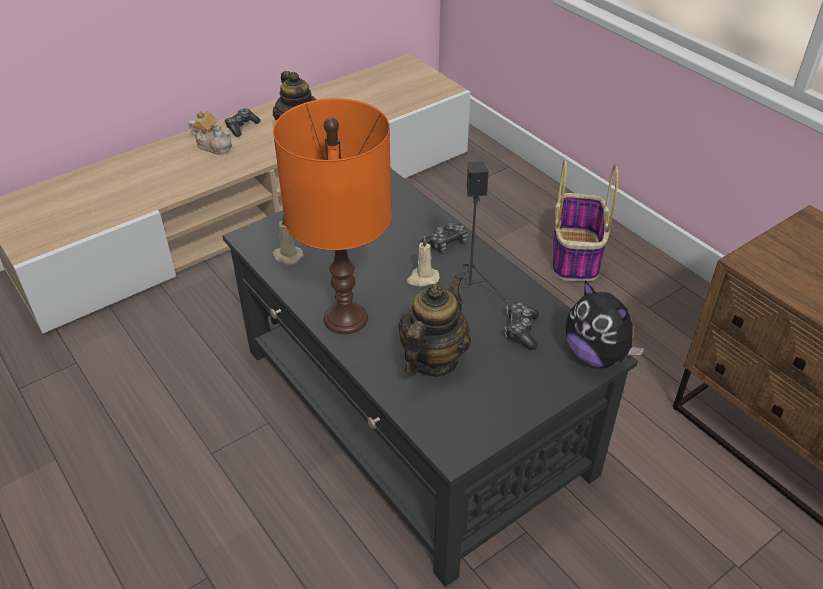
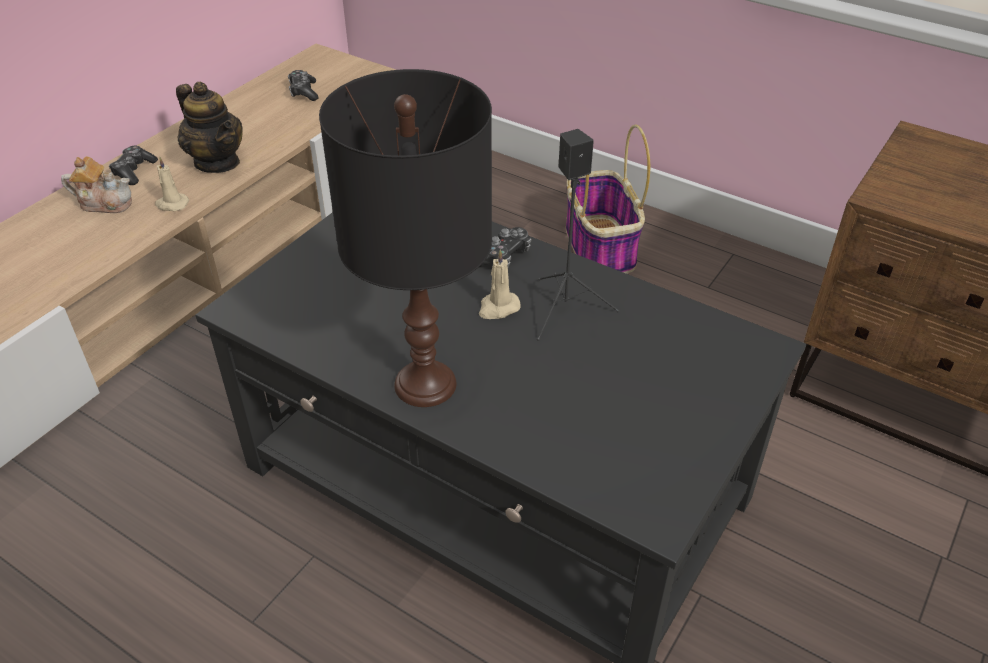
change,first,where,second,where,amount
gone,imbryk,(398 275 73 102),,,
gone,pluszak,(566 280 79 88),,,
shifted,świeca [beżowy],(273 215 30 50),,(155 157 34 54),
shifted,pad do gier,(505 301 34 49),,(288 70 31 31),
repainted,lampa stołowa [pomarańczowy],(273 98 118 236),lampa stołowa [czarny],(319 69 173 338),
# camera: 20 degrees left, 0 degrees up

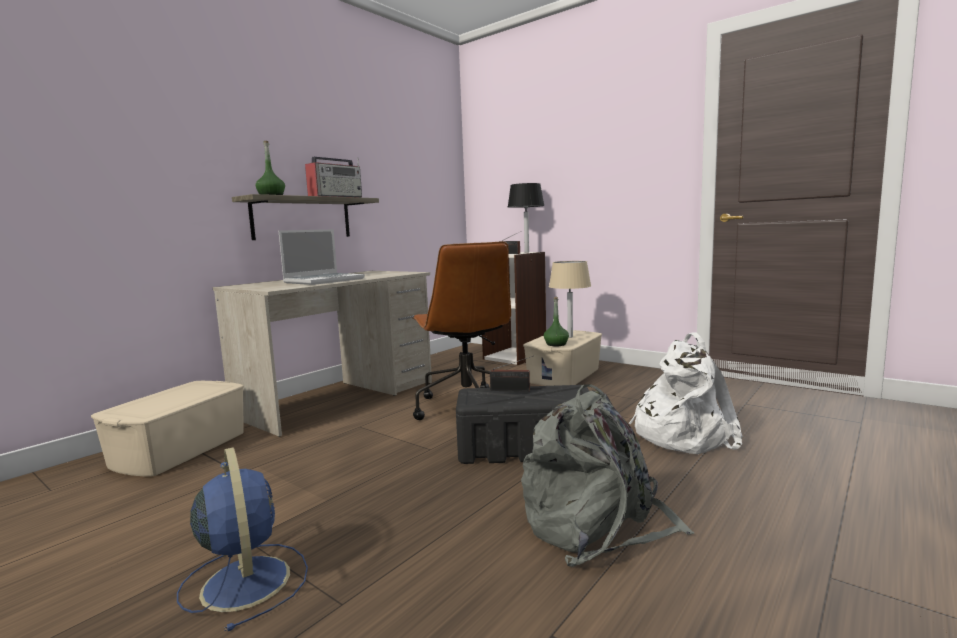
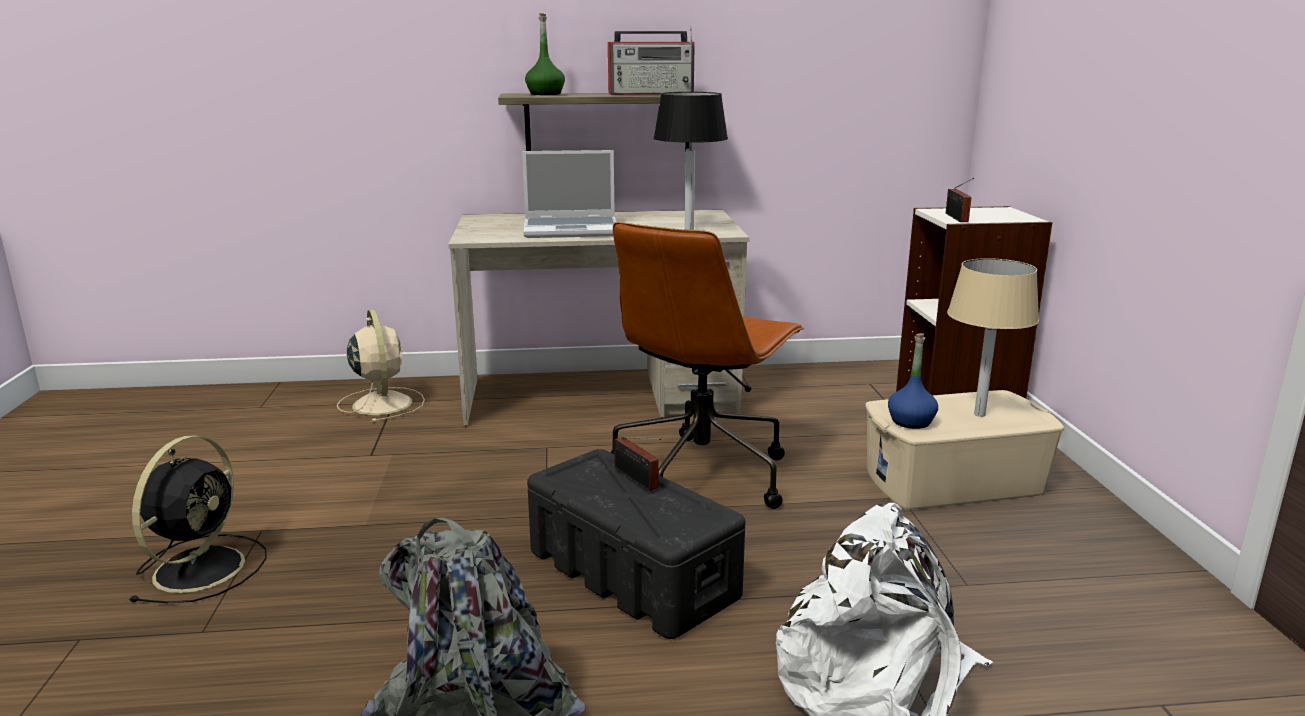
change,first,where,second,where,amount
shifted,lampa stołowa [czarny],(508 183 37 70),,(653 92 75 138),
swapped,pojemnik do przechowywania [beżowy],(91 381 153 96),wentylator [beżowy],(337 309 88 113),
repainted,wentylator [niebieski],(177 447 131 184),wentylator [czarny],(128 436 139 167),
repainted,butelka [zielony],(544 297 25 49),butelka [niebieski],(888 333 50 96),
# camera: 45 degrees right, 10 degrees up

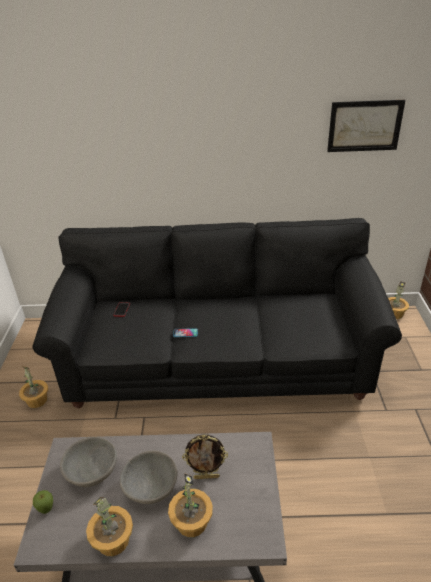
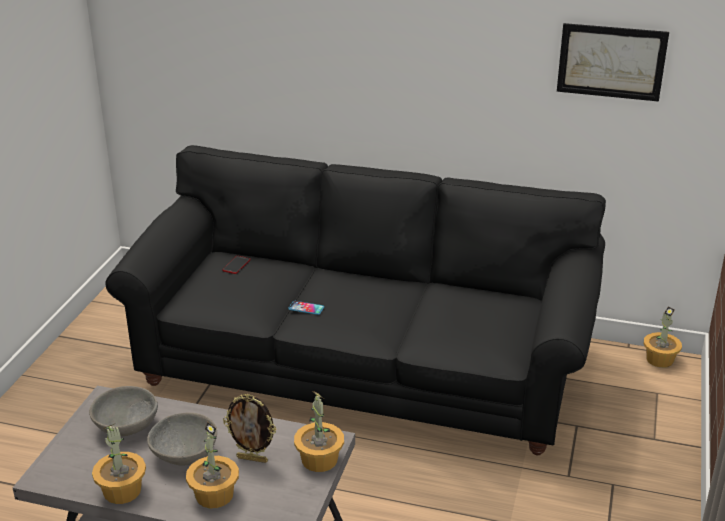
change,first,where,second,where,amount
gone,jabłko,(33 490 20 24),,,
shifted,roślina doniczkowa,(19 367 29 41),,(294 390 50 82),
# camera: 15 degrees right, 5 degrees down

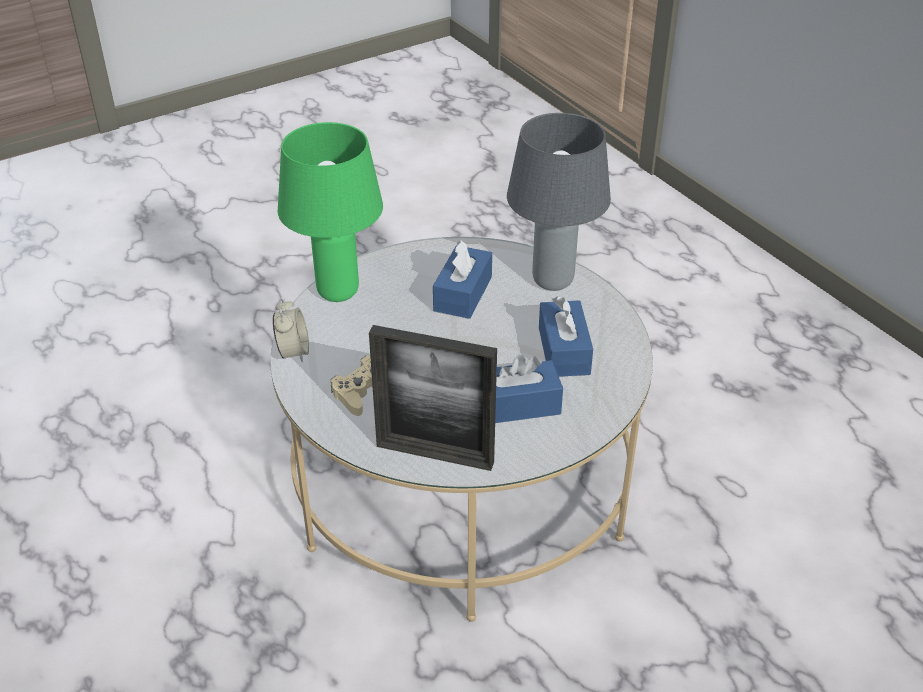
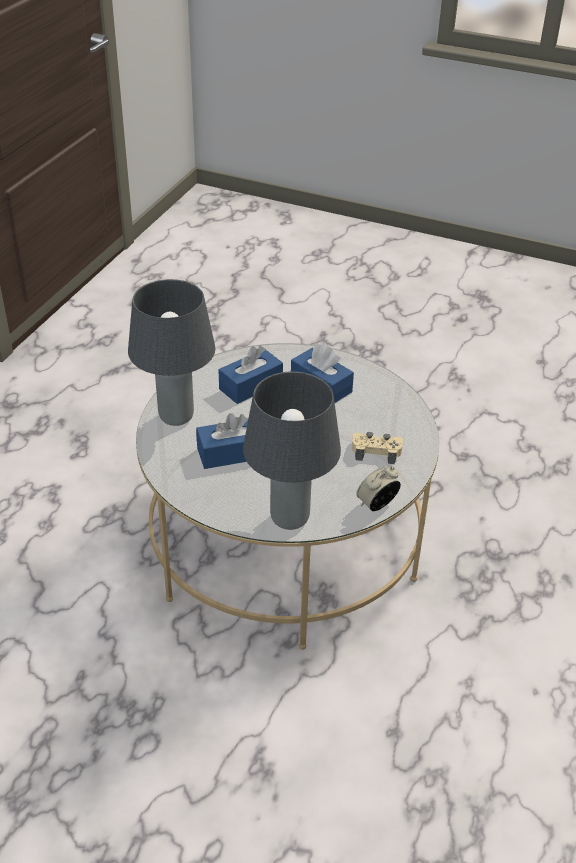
change,first,where,second,where,amount
gone,ramka na zdjęcie,(369 325 128 146),,,
repainted,lampa stołowa [zielony],(278 122 105 180),lampa stołowa [szary],(243 371 98 159),
# camera: 125 degrees left, 0 degrees up

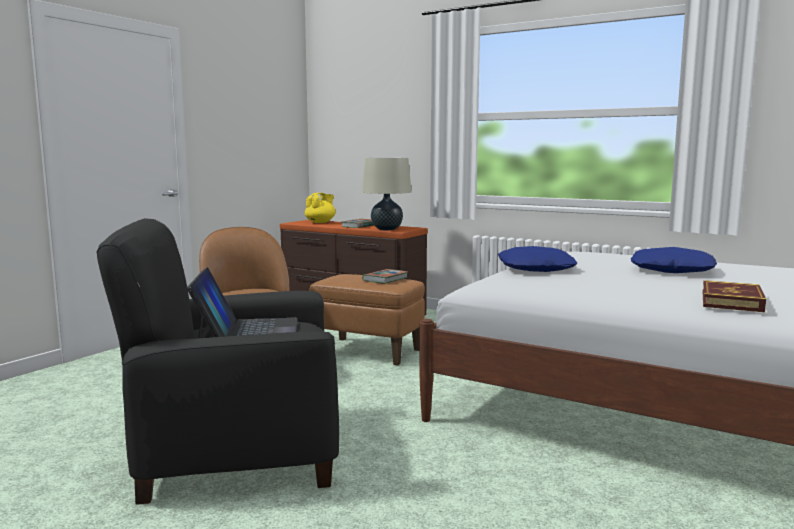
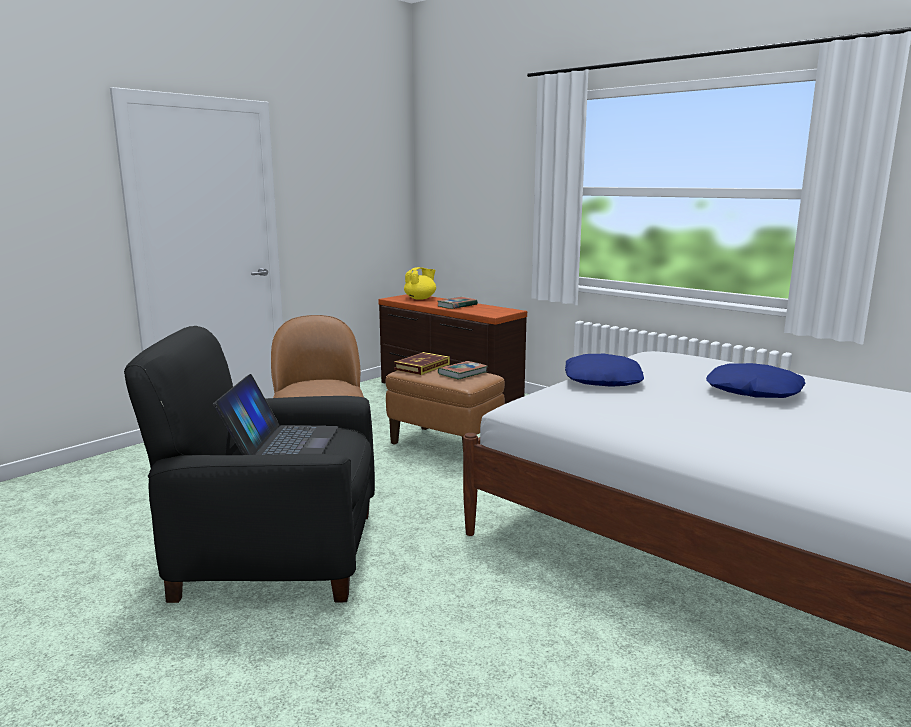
change,first,where,second,where,amount
gone,lampa stołowa [beżowy],(362 158 50 72),,,
shifted,książka,(703 280 63 32),,(394 352 56 23),
# camera: 10 degrees right, 5 degrees up

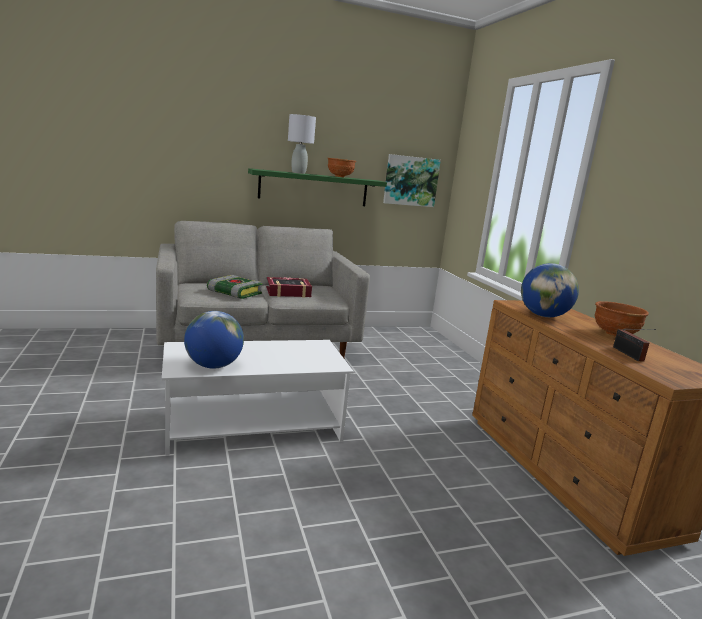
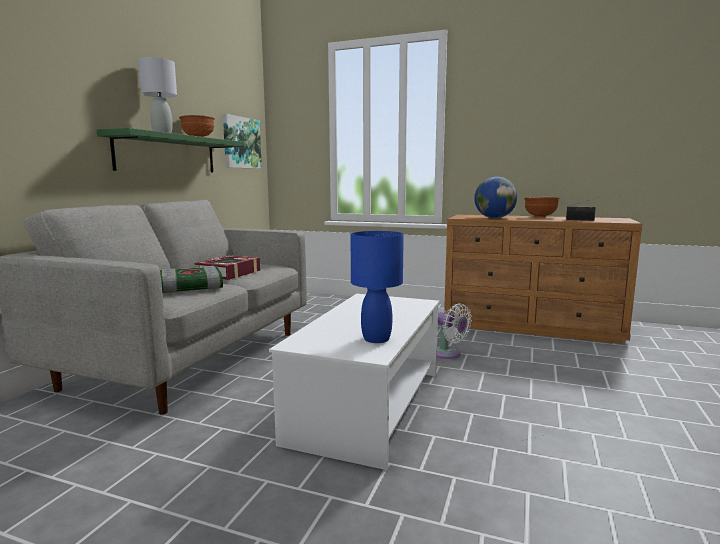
change,first,where,second,where,amount
new,,,wentylator [biały],(437 303 35 56),
swapped,globus,(184 311 60 58),lampa stołowa [niebieski],(350 231 54 112),
# camera: 50 degrees left, 5 degrees down

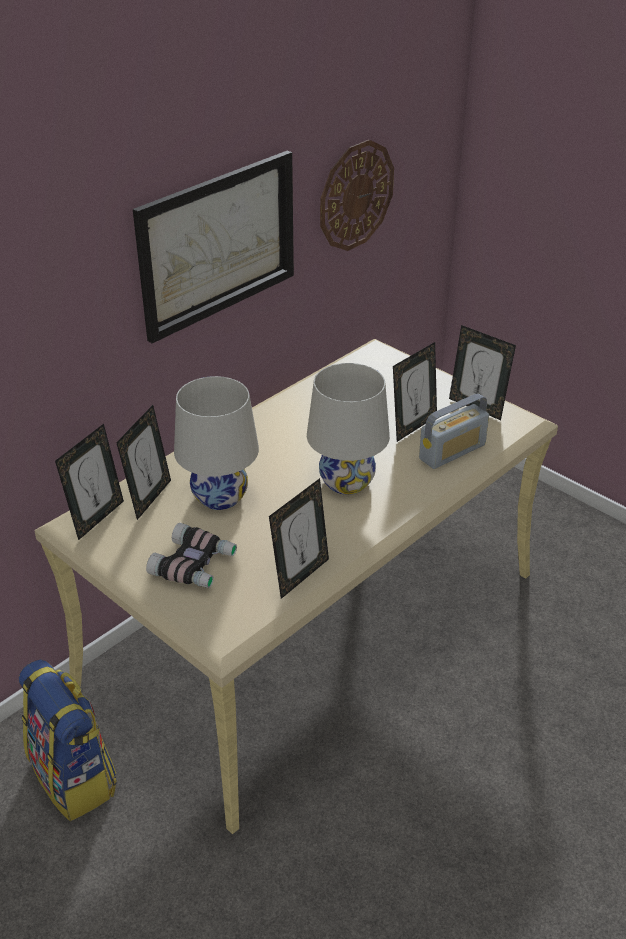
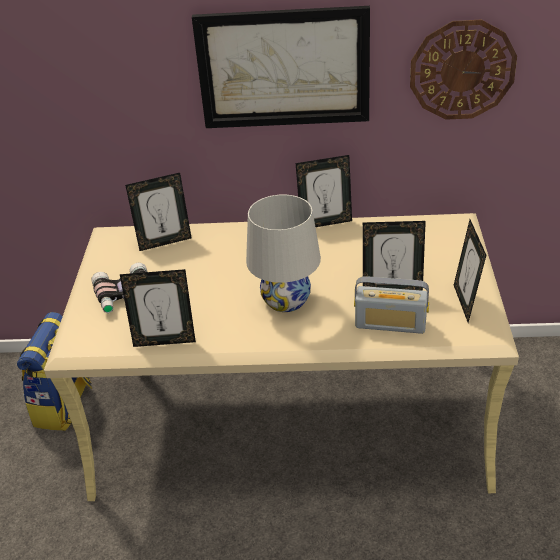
change,first,where,second,where,amount
gone,lampa stołowa [biały],(174 376 85 134),,,
shifted,ramka na zdjęcie,(55 424 69 116),,(296 155 56 72),
# camera: 50 degrees right, 0 degrees up

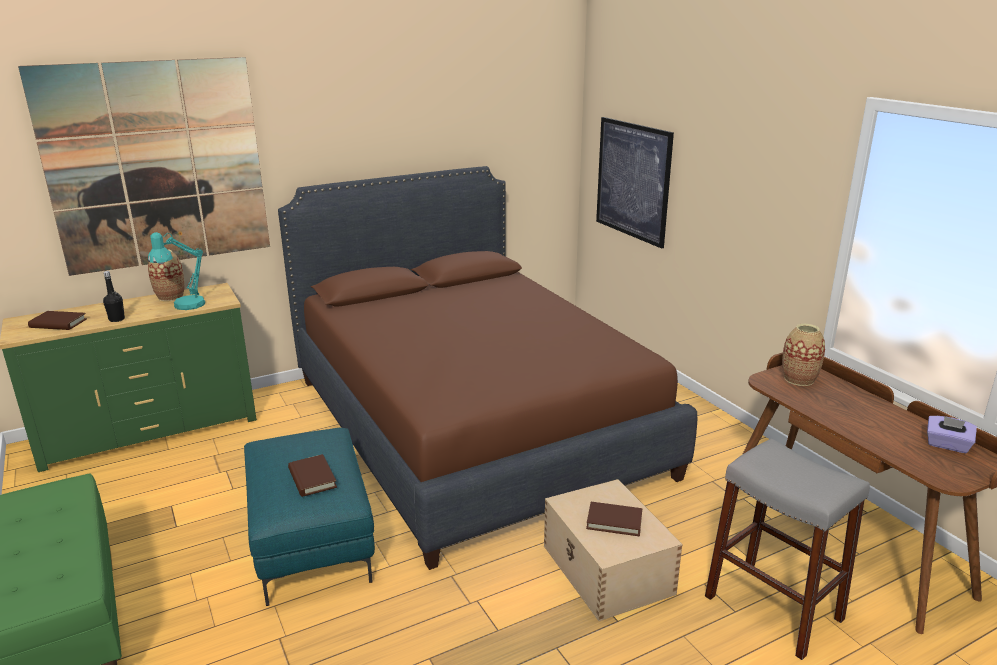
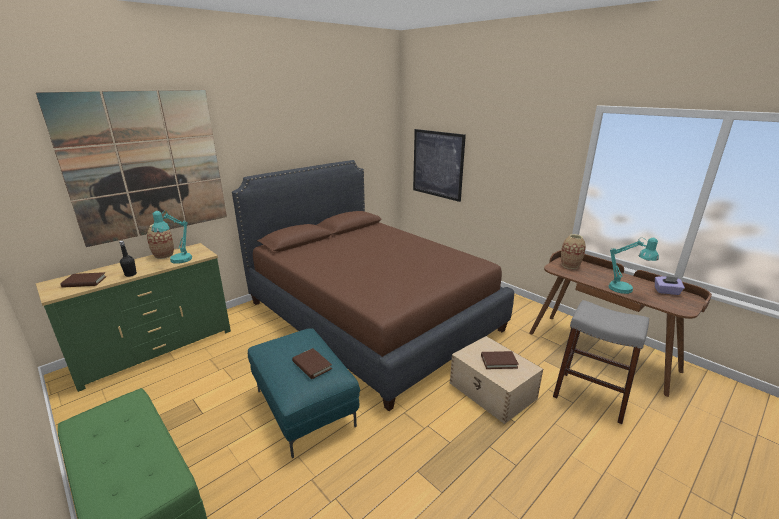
change,first,where,second,where,amount
new,,,lampa stołowa [turkusowy],(609 238 50 56),
# camera: 15 degrees left, 0 degrees up

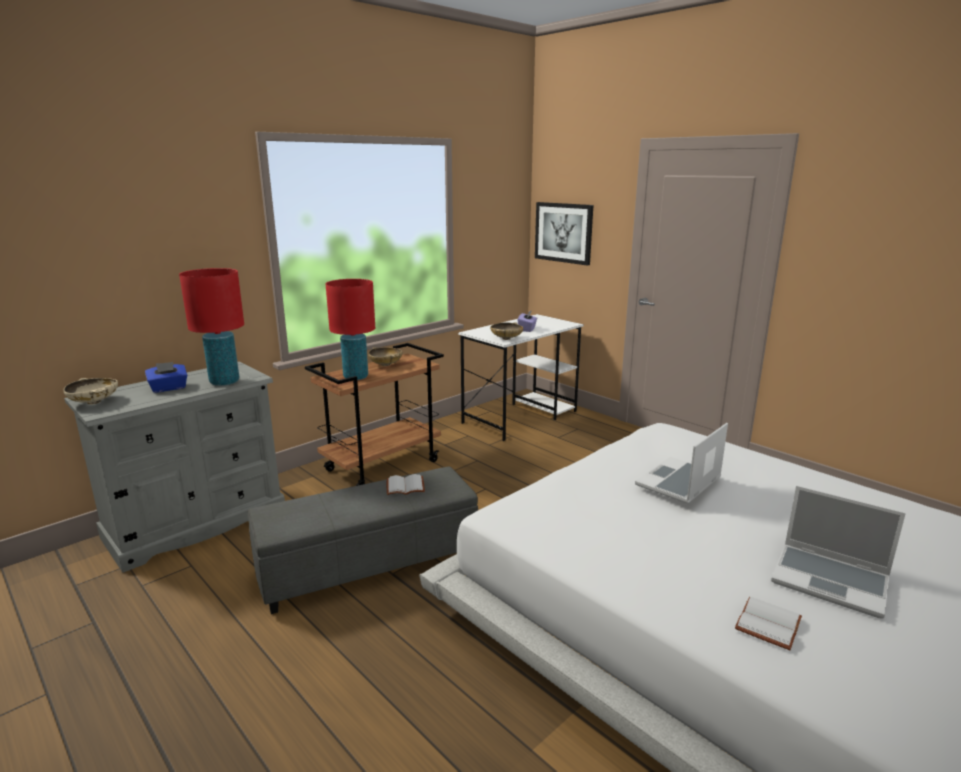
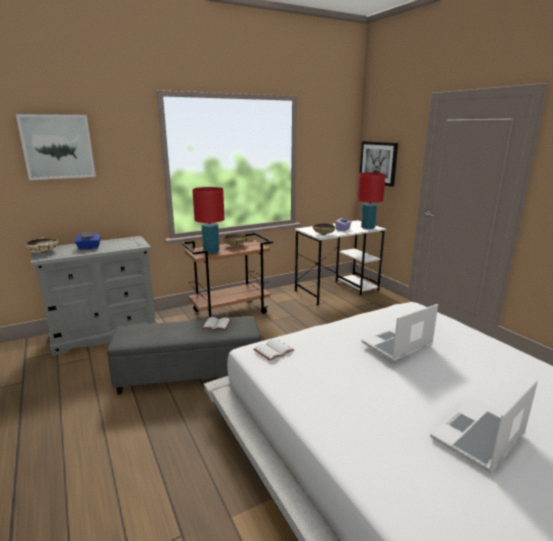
change,first,where,second,where,amount
new,,,obraz,(16 114 80 66),
shifted,lampa stołowa [czerwony],(179 268 65 118),,(357 172 29 57),
shifted,książka [biały],(735 597 67 53),,(253 339 41 22),
rotated,laptop,(771 486 135 132),,(430 380 108 93),90 degrees clockwise
# camera: 15 degrees right, 0 degrees up

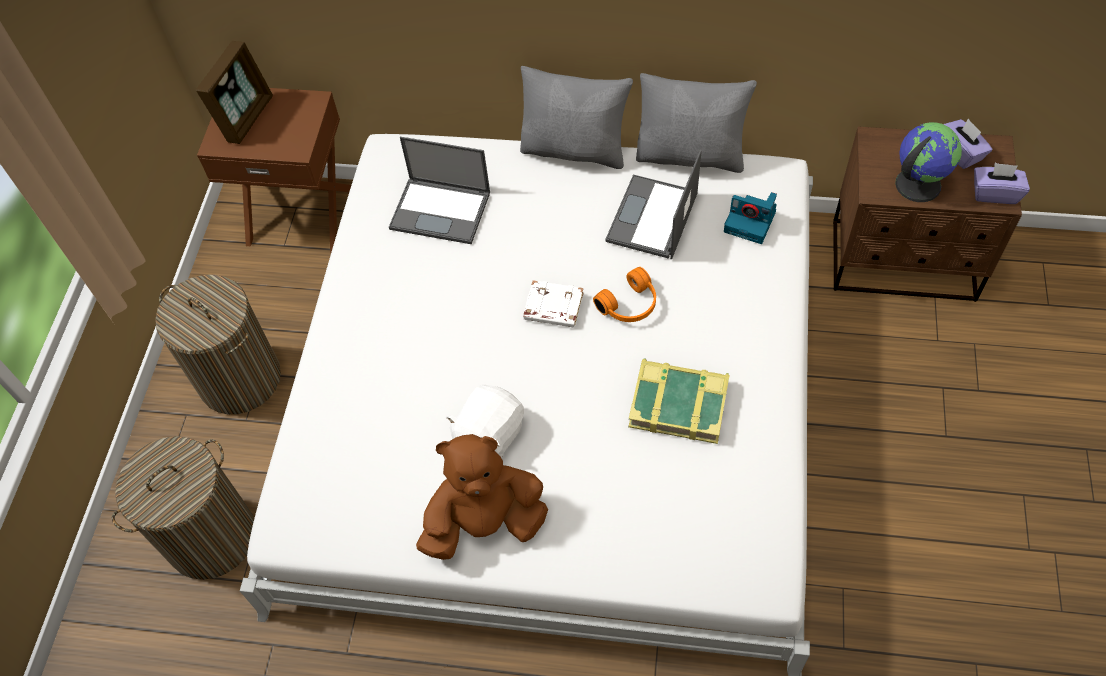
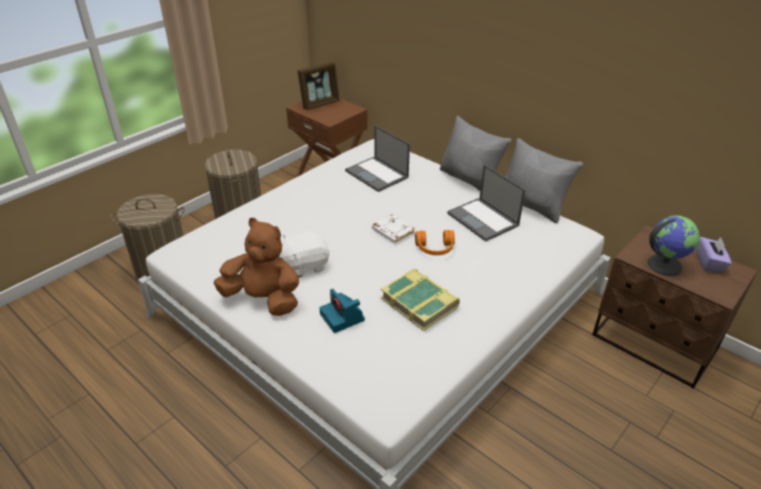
change,first,where,second,where,amount
gone,pudełko chusteczek [fioletowy],(974 163 56 41),,,
shifted,aparat fotograficzny,(724 192 53 52),,(319 289 46 44),
rotated,laptop,(605 150 97 109),,(447 165 78 77),90 degrees counterclockwise
# camera: 30 degrees right, 20 degrees down

